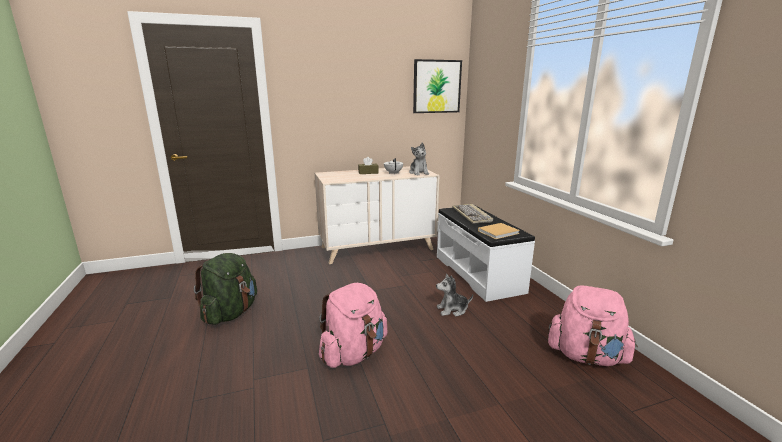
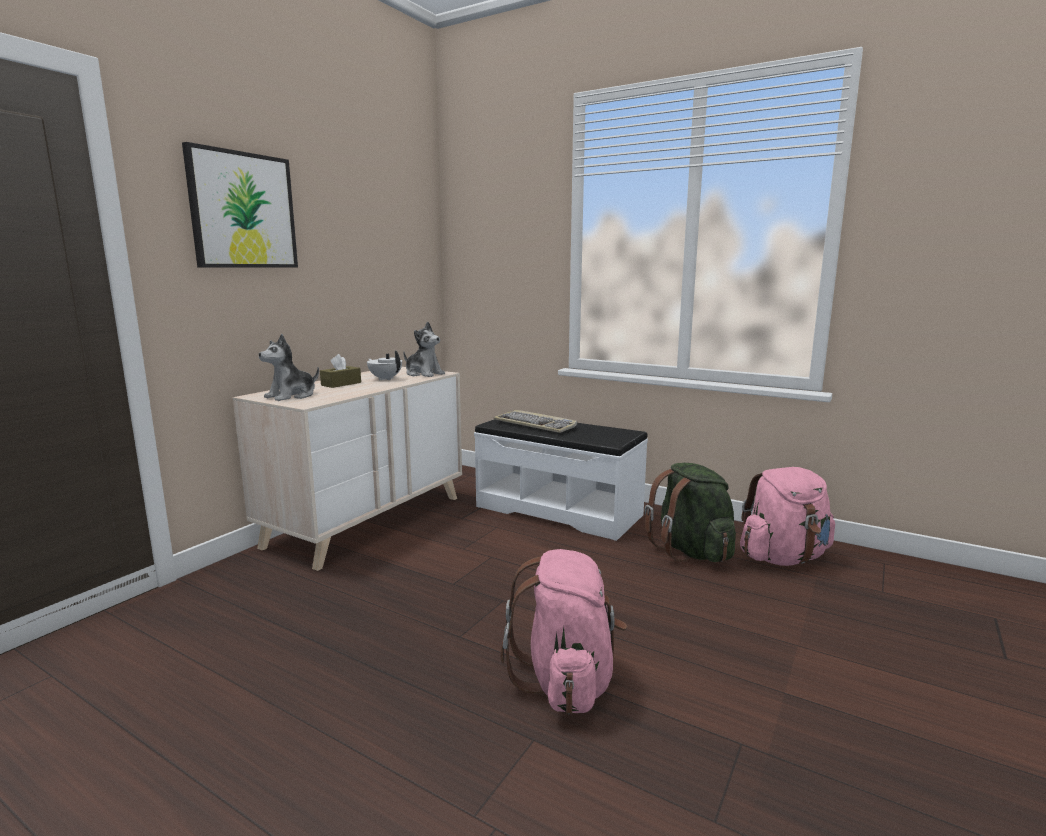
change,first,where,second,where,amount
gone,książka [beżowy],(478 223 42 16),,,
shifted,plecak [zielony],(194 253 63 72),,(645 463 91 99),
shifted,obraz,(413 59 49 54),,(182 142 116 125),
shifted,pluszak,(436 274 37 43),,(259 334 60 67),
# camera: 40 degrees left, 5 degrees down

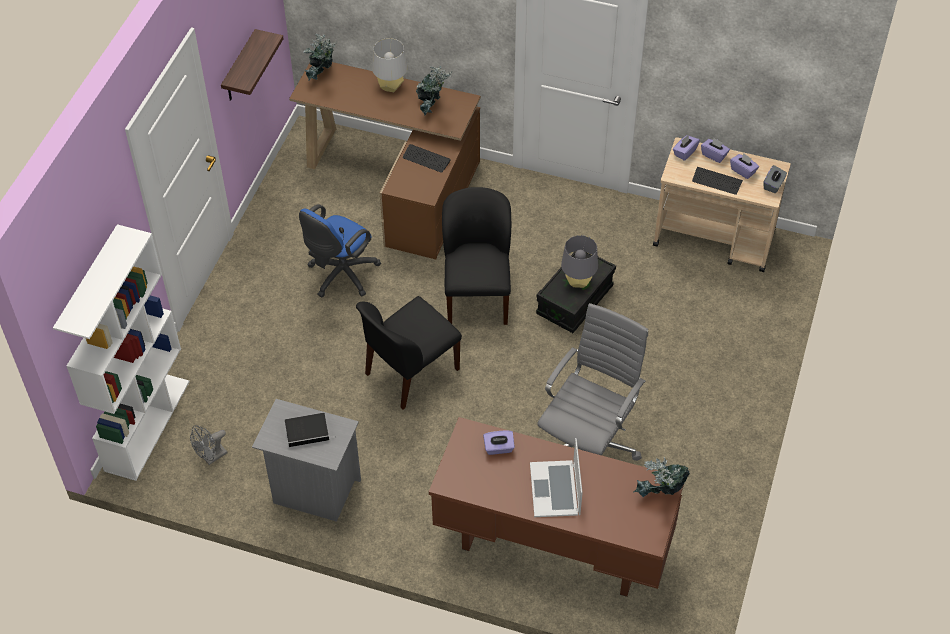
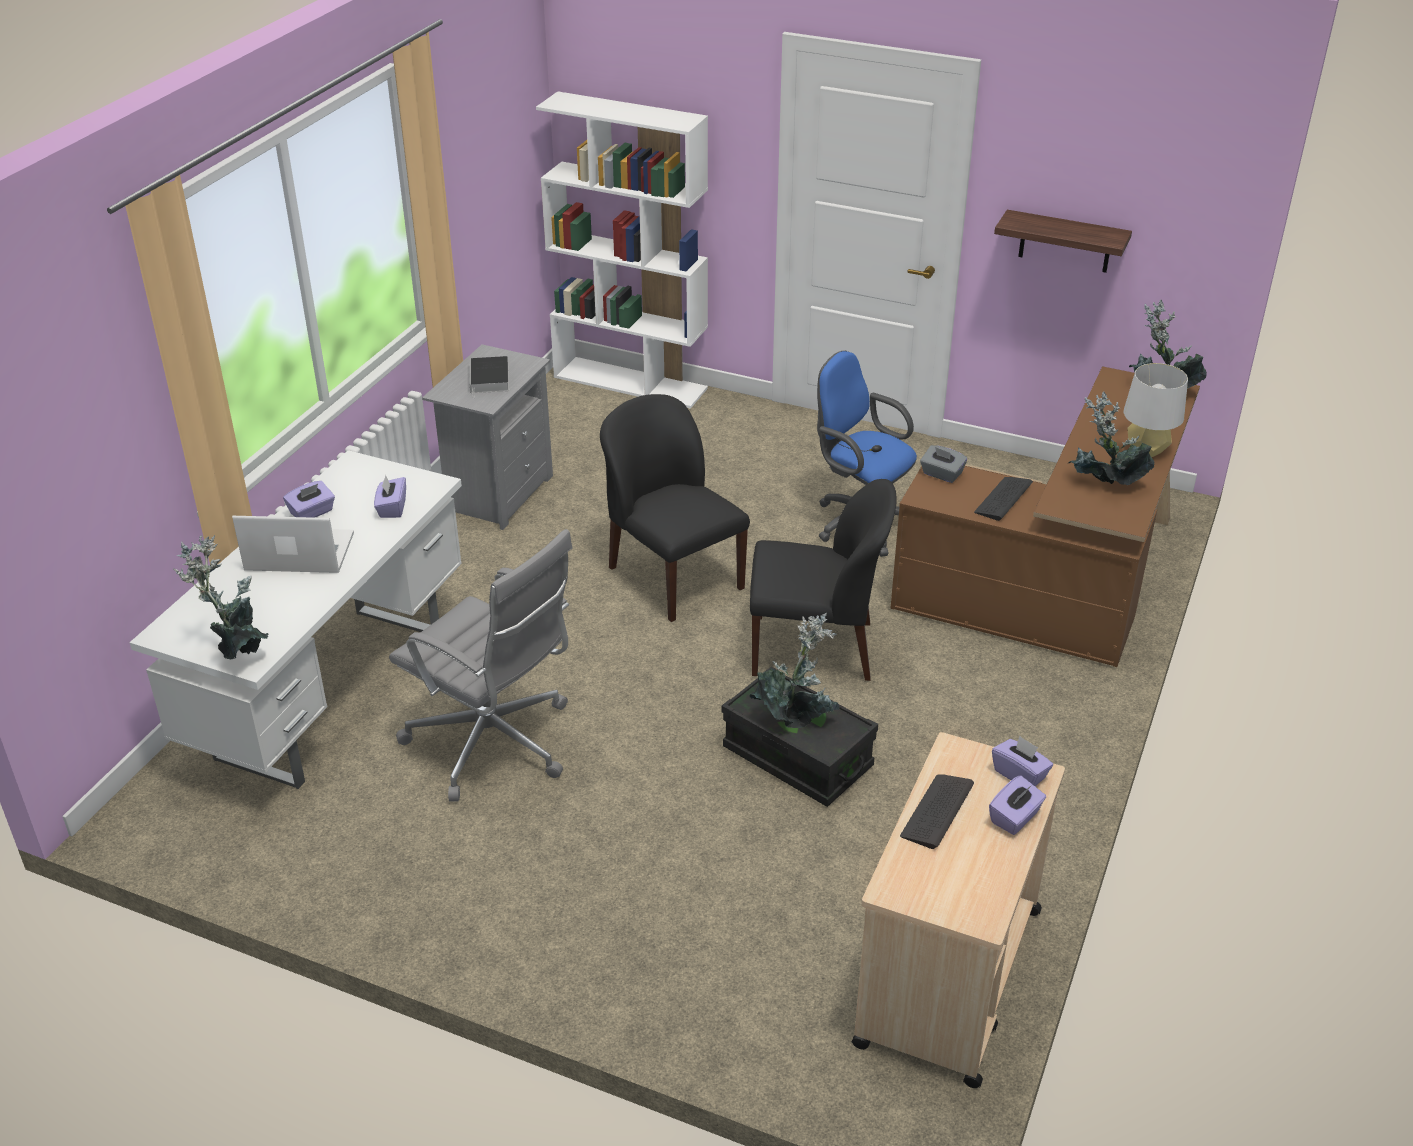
change,first,where,second,where,amount
gone,wentylator [szary],(190 425 37 40),,,
shifted,pudełko chusteczek [fioletowy],(730 153 29 26),,(283 481 52 37),
shifted,pudełko chusteczek [szary],(763 165 24 28),,(920 445 47 38),
swapped,lampa stołowa [szary],(561 235 37 53),roślina doniczkowa,(749 613 91 115),
repainted,biurko [brązowy],(429 417 255 180),biurko [biały],(129 450 333 339),
# camera: 95 degrees right, 15 degrees down

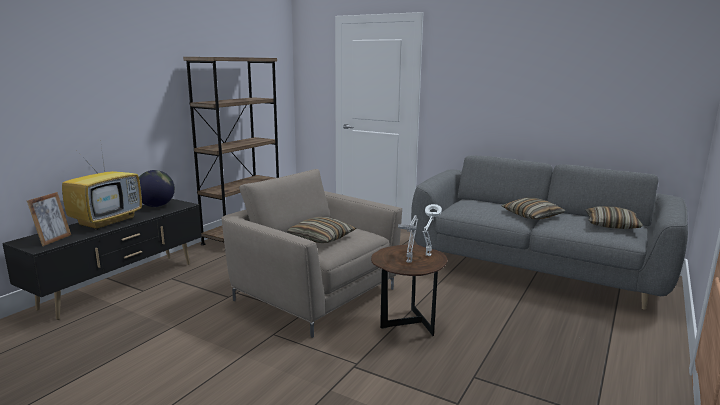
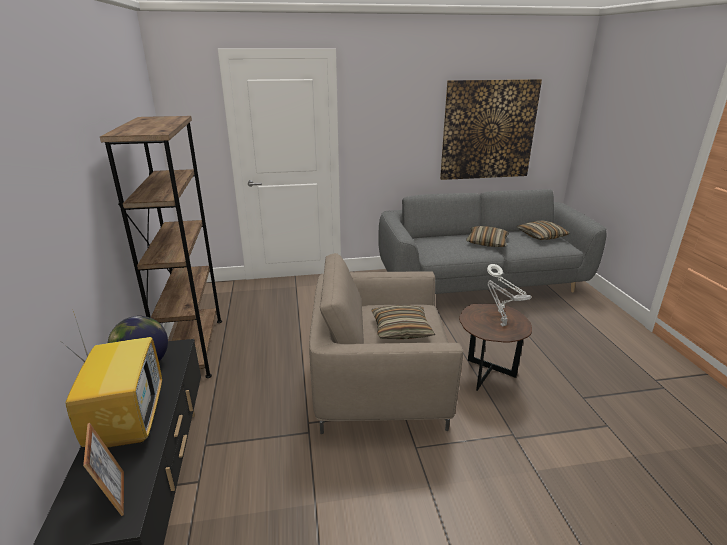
change,first,where,second,where,amount
new,,,obraz,(440 79 102 101),
# camera: 40 degrees left, 10 degrees up

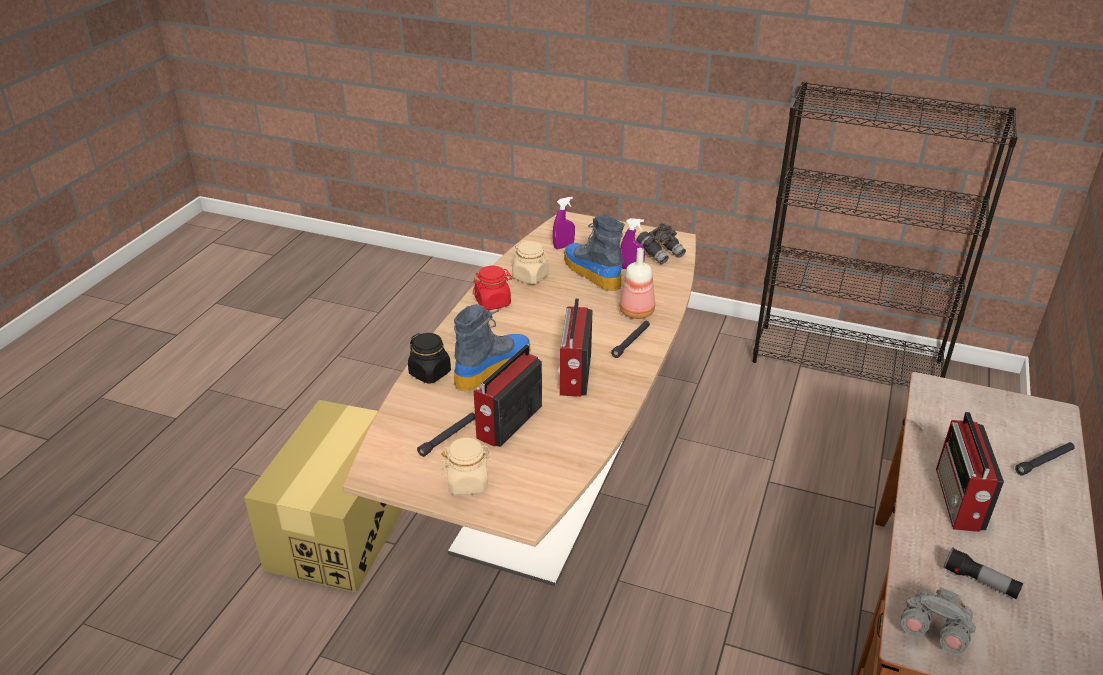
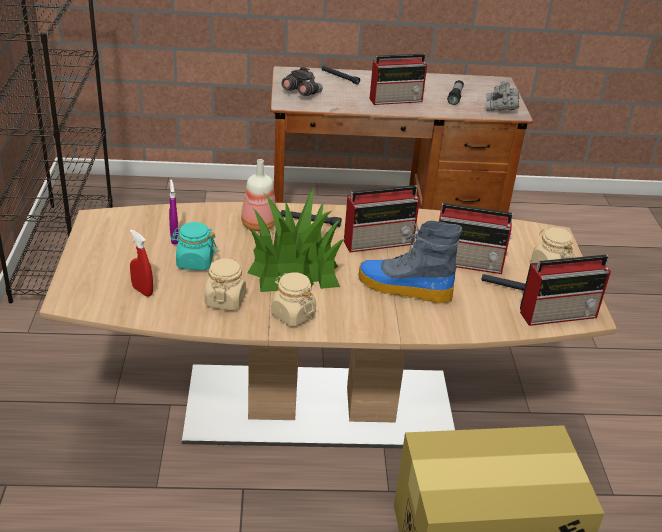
change,first,where,second,where,amount
gone,słoik [czarny],(408 333 43 51),,,
new,,,roślina doniczkowa,(247 186 98 106),
new,,,radio,(520 255 91 71),
shifted,lornetka [szary],(637 223 49 41),,(281 67 42 29),
swapped,but z cholewką,(564 214 61 77),słoik [turkusowy],(171 222 46 48),
repainted,słoik [czerwony],(473 266 40 44),słoik [beżowy],(271 272 45 55),
repainted,spryskiwacz [fioletowy],(553 197 22 52),spryskiwacz [czerwony],(130 229 23 68),
# camera: 115 degrees left, 0 degrees up

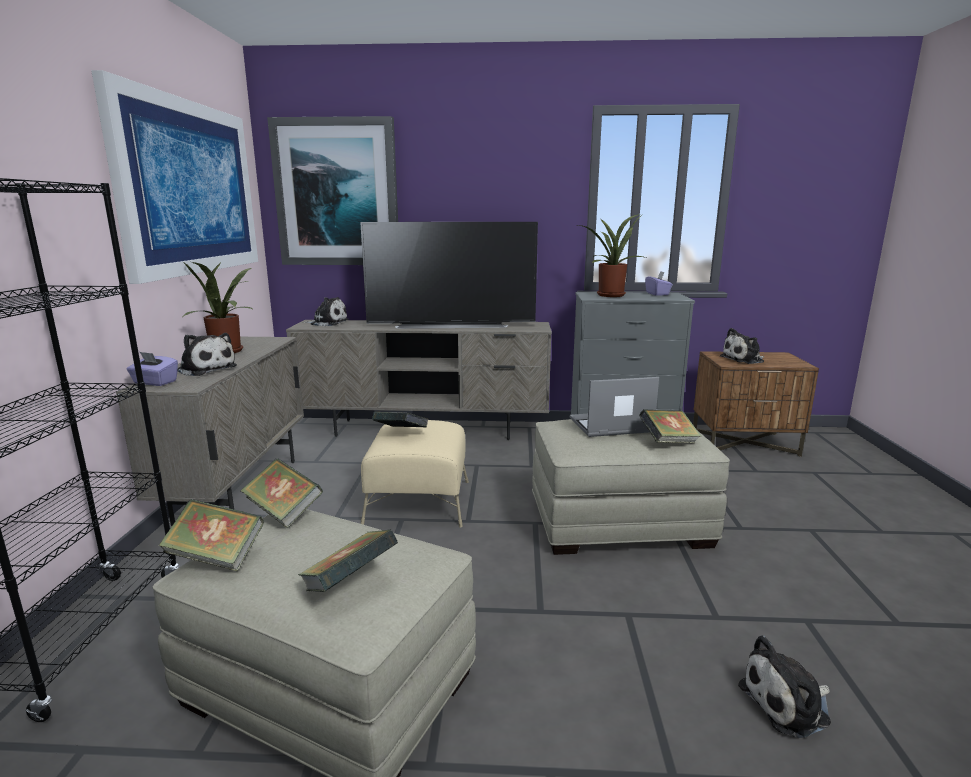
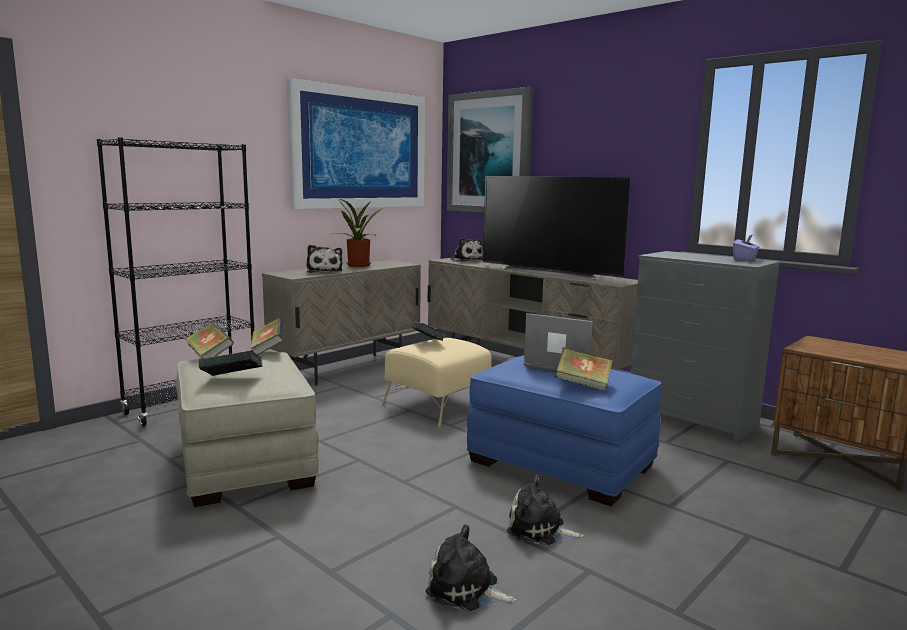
change,first,where,second,where,amount
gone,pudełko chusteczek [fioletowy],(126 352 52 34),,,
gone,roślina doniczkowa,(578 214 68 83),,,
shifted,pluszak,(720 328 44 36),,(507 475 77 70),
repainted,pufa [beżowy],(532 419 198 136),pufa [niebieski],(467 355 194 151),
# camera: 40 degrees right, 5 degrees down

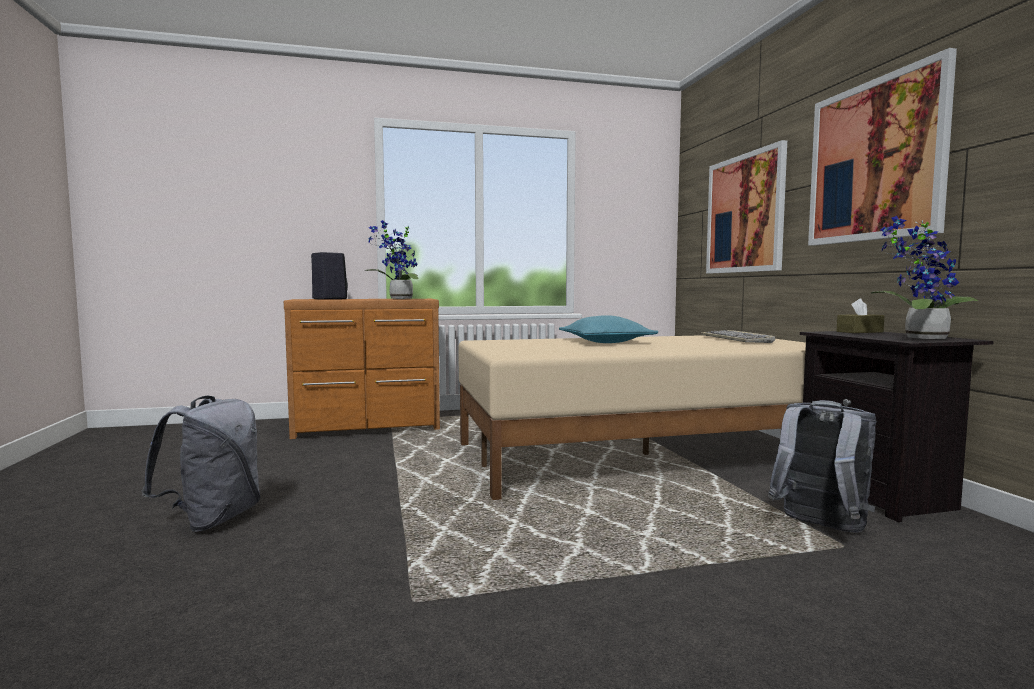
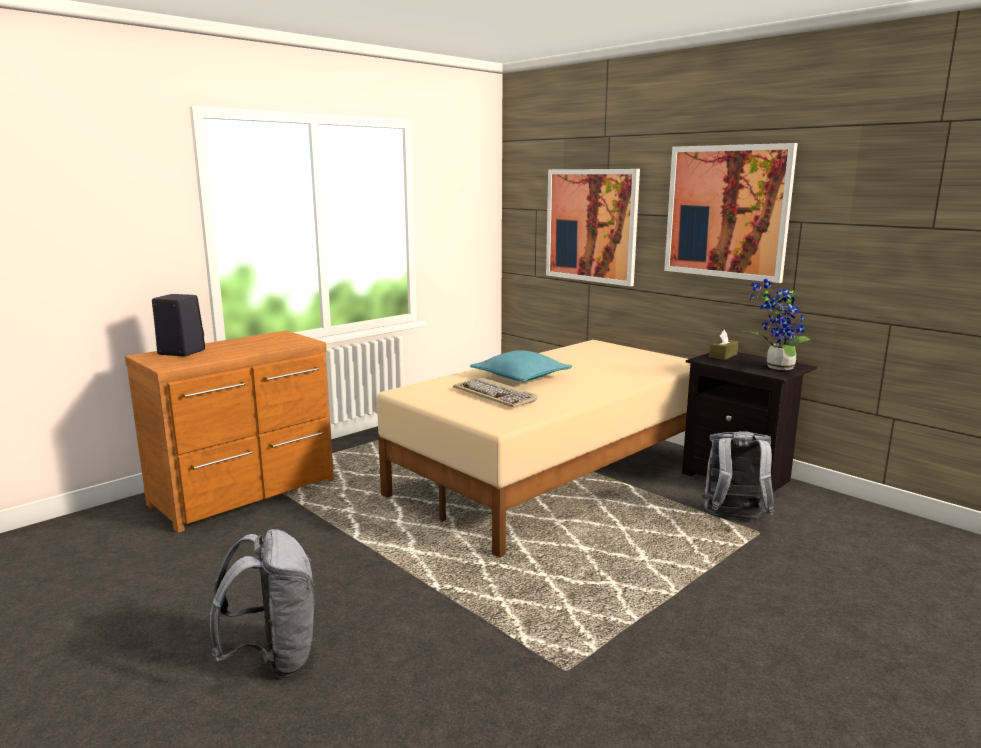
change,first,where,second,where,amount
gone,roślina doniczkowa,(365 220 54 79),,,
shifted,klawiatura,(701 330 74 13),,(453 377 84 31),
# camera: 30 degrees left, 10 degrees up

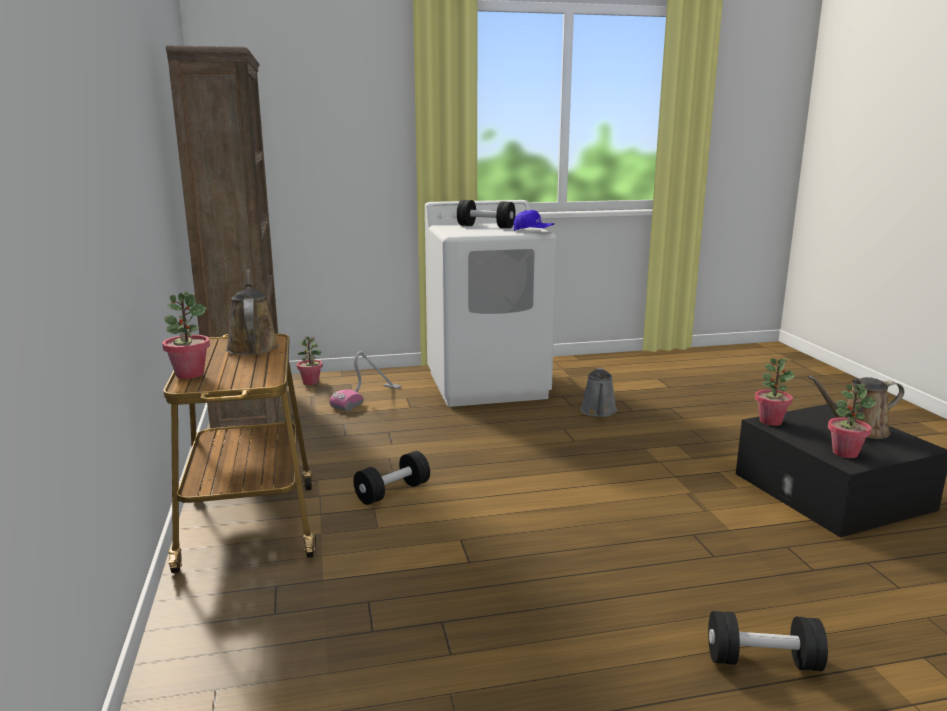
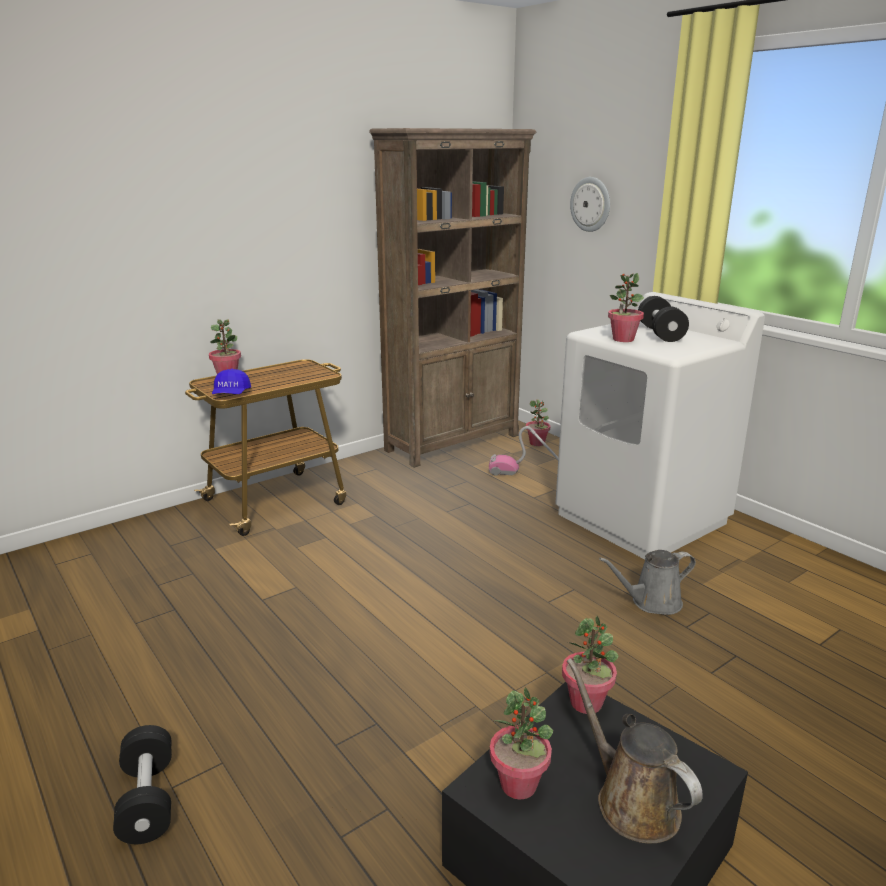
change,first,where,second,where,amount
gone,konewka [brązowy],(226 269 53 86),,,
gone,hantel [czarny],(353 451 77 54),,,
new,,,zegar ścienny,(570 177 40 55),
new,,,roślina doniczkowa,(608 273 36 69),
shifted,czapka z daszkiem [niebieski],(514 210 41 21),,(212 369 39 25),
# camera: 65 degrees right, 5 degrees up

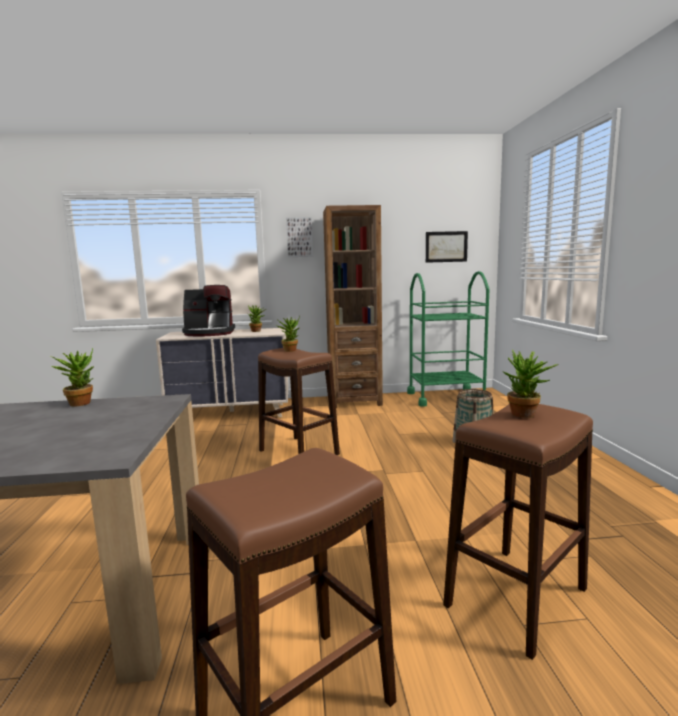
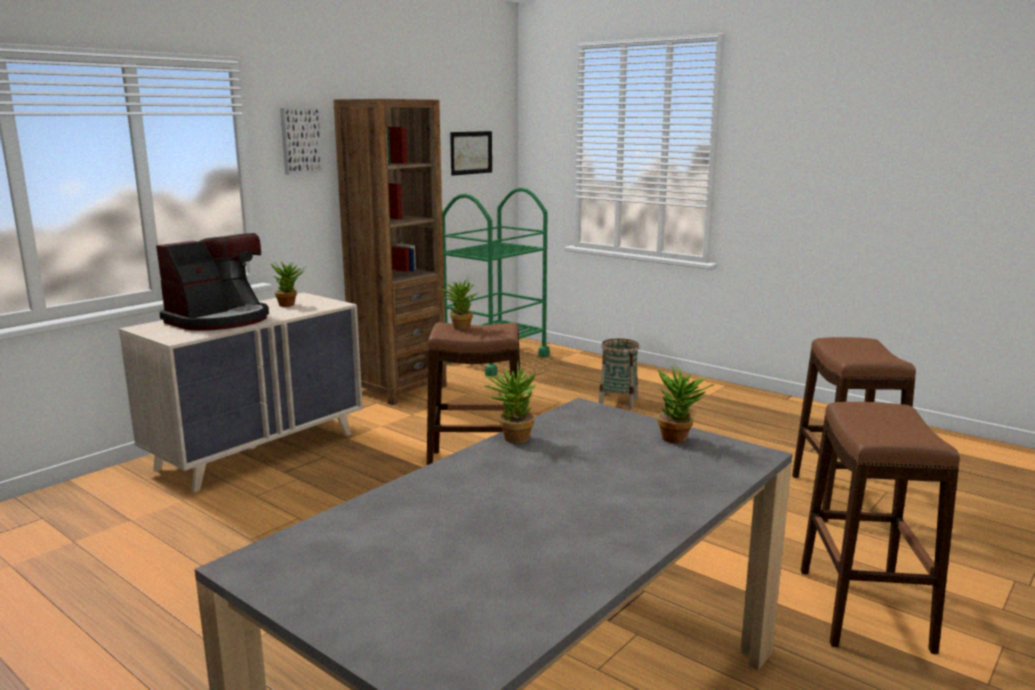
change,first,where,second,where,amount
shifted,roślina doniczkowa,(502 350 57 68),,(657 365 58 78),
# camera: 45 degrees left, 5 degrees up

